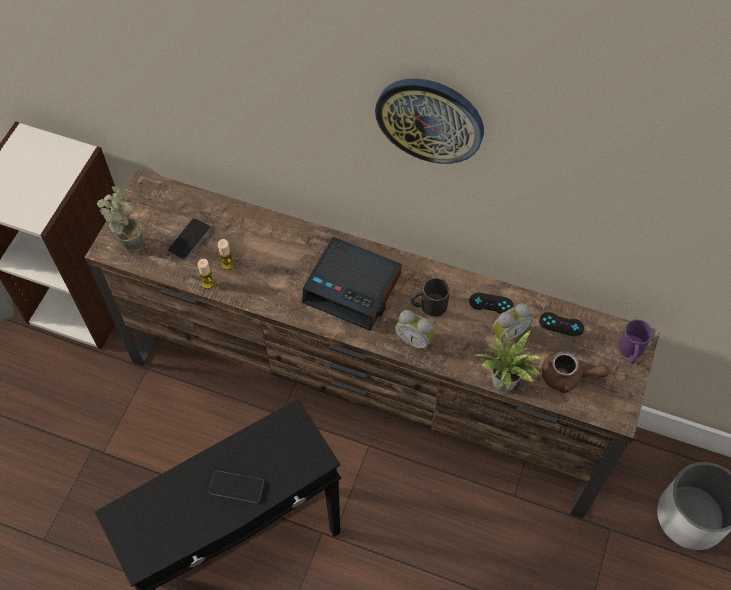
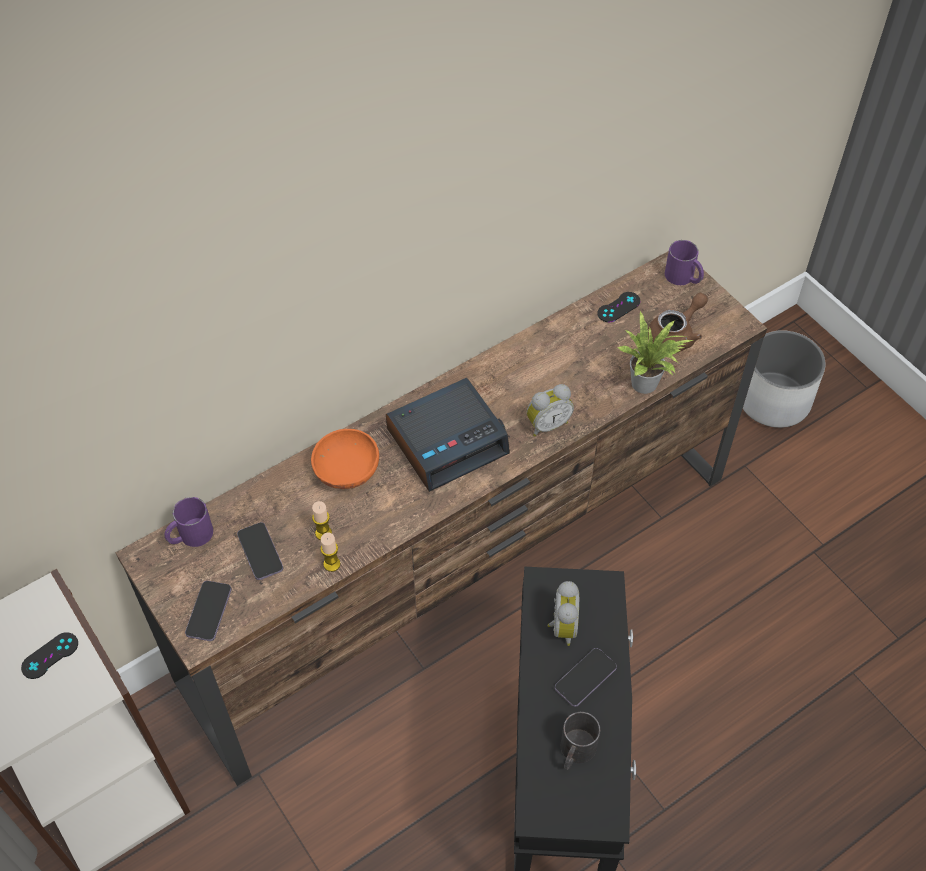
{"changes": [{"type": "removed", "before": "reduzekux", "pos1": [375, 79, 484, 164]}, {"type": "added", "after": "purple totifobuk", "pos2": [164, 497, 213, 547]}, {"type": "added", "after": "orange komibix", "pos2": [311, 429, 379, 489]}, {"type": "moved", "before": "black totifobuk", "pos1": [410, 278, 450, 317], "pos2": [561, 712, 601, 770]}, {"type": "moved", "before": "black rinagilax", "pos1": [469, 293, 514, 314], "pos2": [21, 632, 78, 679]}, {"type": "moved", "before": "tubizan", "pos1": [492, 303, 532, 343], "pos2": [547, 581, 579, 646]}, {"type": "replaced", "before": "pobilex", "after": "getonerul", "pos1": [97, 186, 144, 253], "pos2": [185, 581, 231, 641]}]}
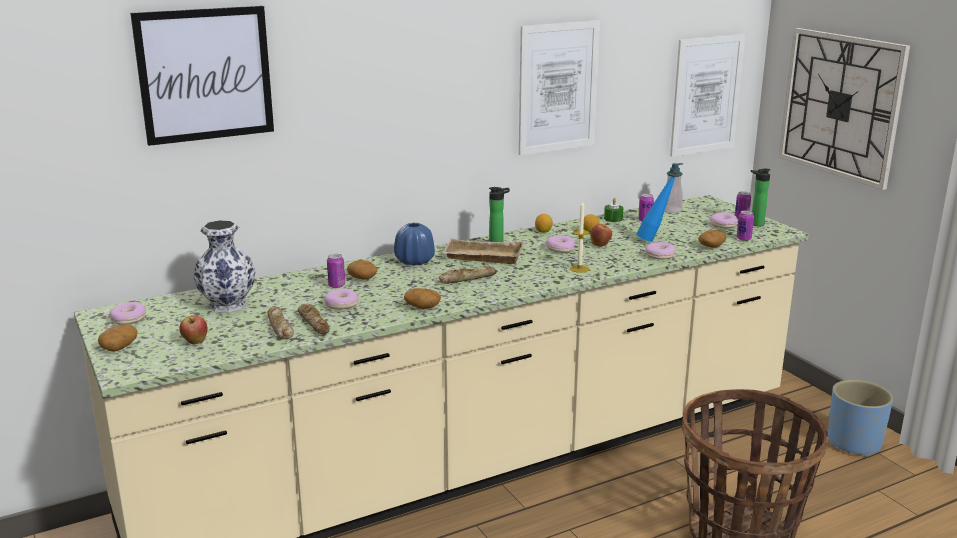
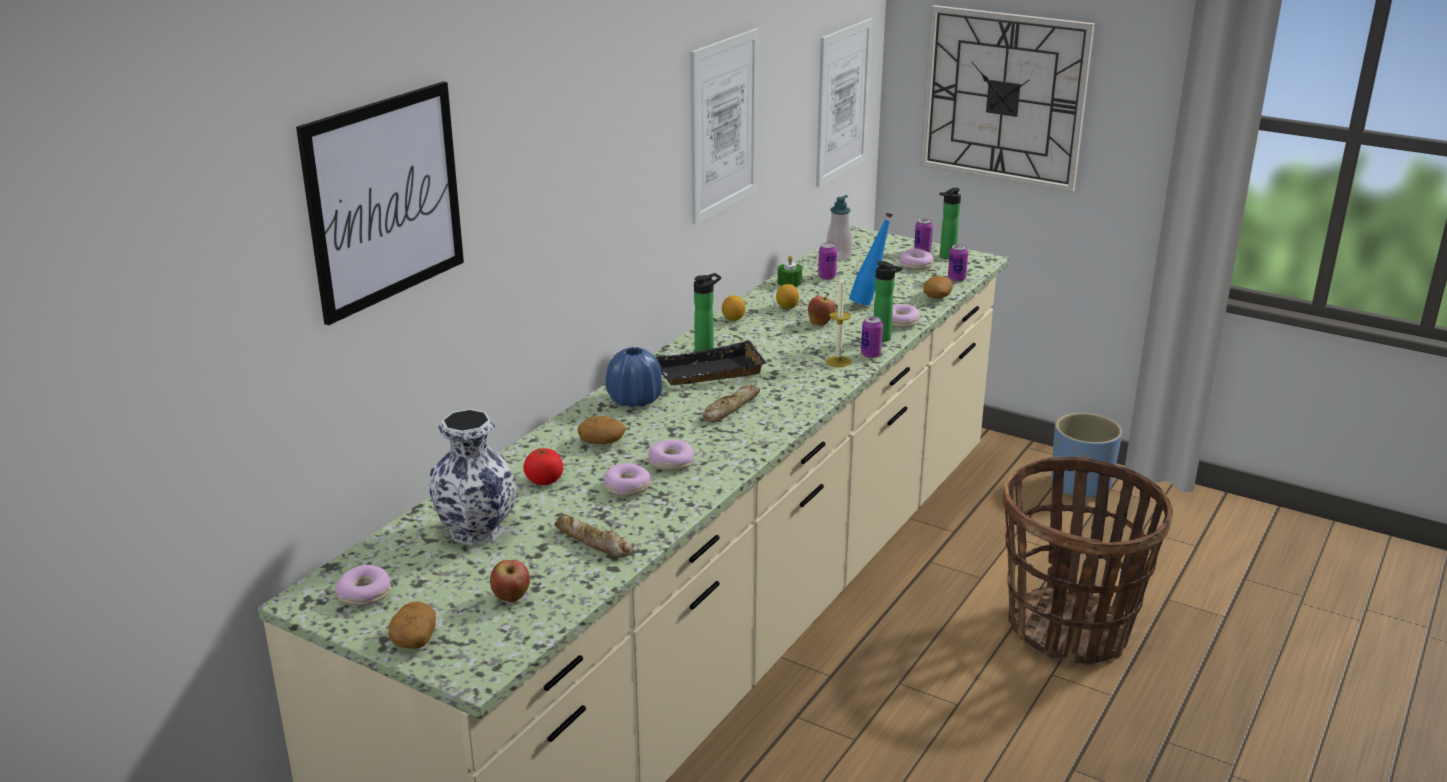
{"changes": [{"type": "removed", "before": "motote", "pos1": [298, 304, 330, 334]}, {"type": "removed", "before": "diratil", "pos1": [404, 288, 441, 309]}, {"type": "added", "after": "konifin", "pos2": [523, 448, 563, 485]}, {"type": "added", "after": "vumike", "pos2": [873, 261, 903, 342]}, {"type": "moved", "before": "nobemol", "pos1": [327, 254, 345, 288], "pos2": [861, 316, 883, 358]}, {"type": "moved", "before": "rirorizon", "pos1": [546, 235, 575, 253], "pos2": [648, 440, 694, 471]}, {"type": "recoloured", "before": "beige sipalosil", "after": "black sipalosil", "pos1": [442, 238, 524, 264], "pos2": [655, 340, 767, 385]}]}
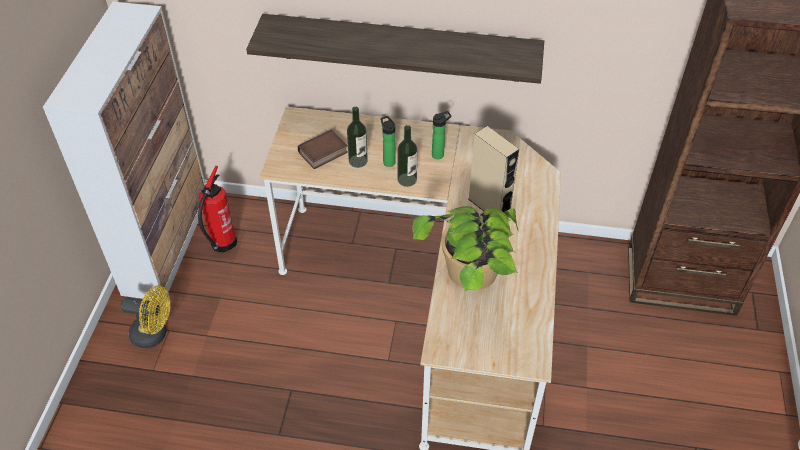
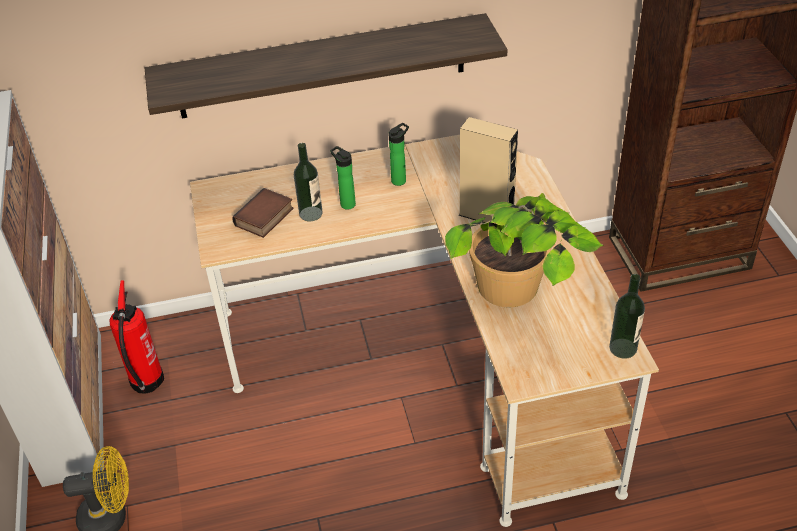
{"changes": [{"type": "moved", "before": "vumike", "pos1": [397, 125, 418, 187], "pos2": [609, 274, 645, 359]}]}
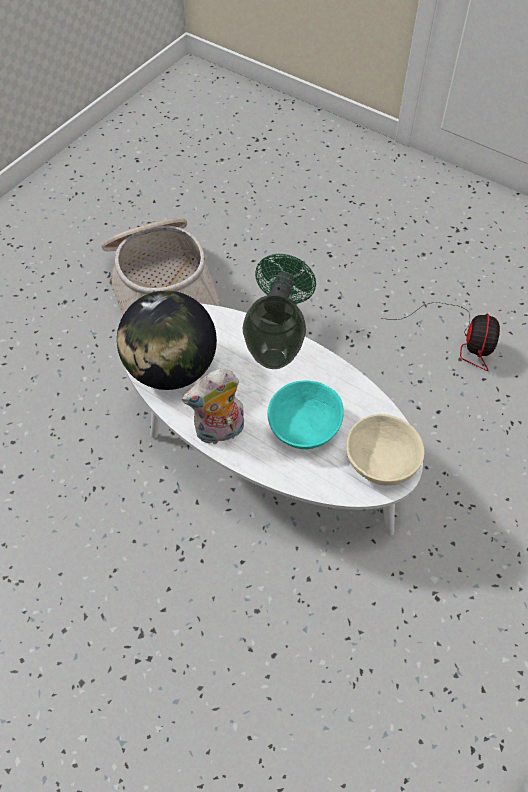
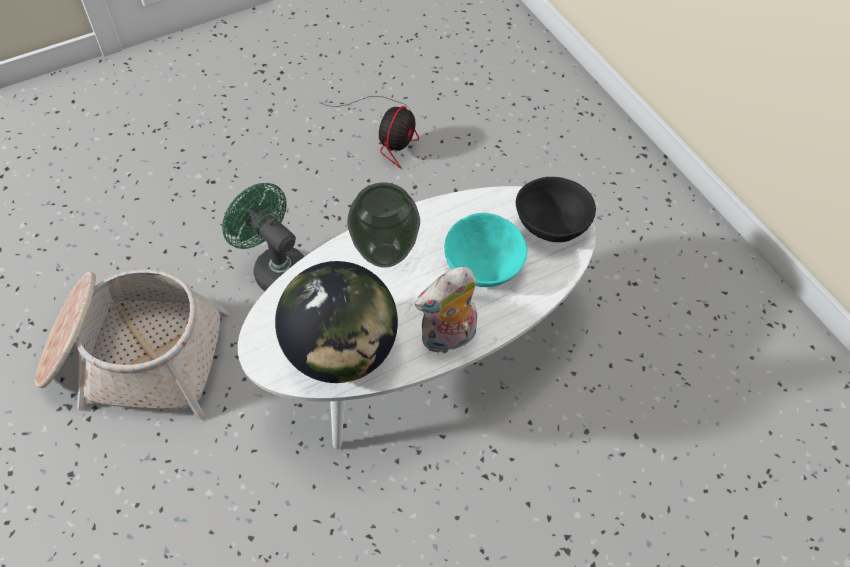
{"changes": [{"type": "recoloured", "before": "beige komibix", "after": "black komibix", "pos1": [346, 414, 425, 486], "pos2": [516, 177, 596, 242]}, {"type": "turned", "before": "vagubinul", "pos1": [182, 368, 244, 444], "pos2": [415, 267, 477, 353], "turn": 60}, {"type": "turned", "before": "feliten", "pos1": [383, 302, 500, 371], "pos2": [318, 96, 419, 169], "turn": 75}]}
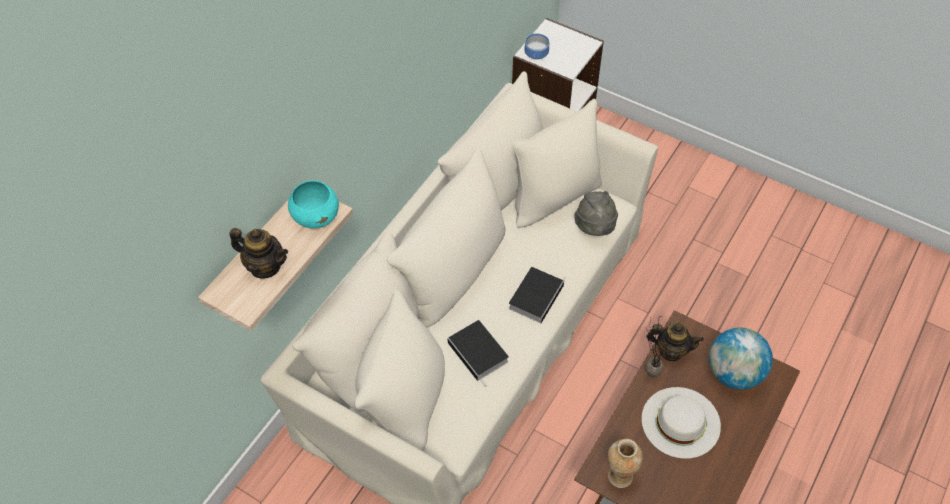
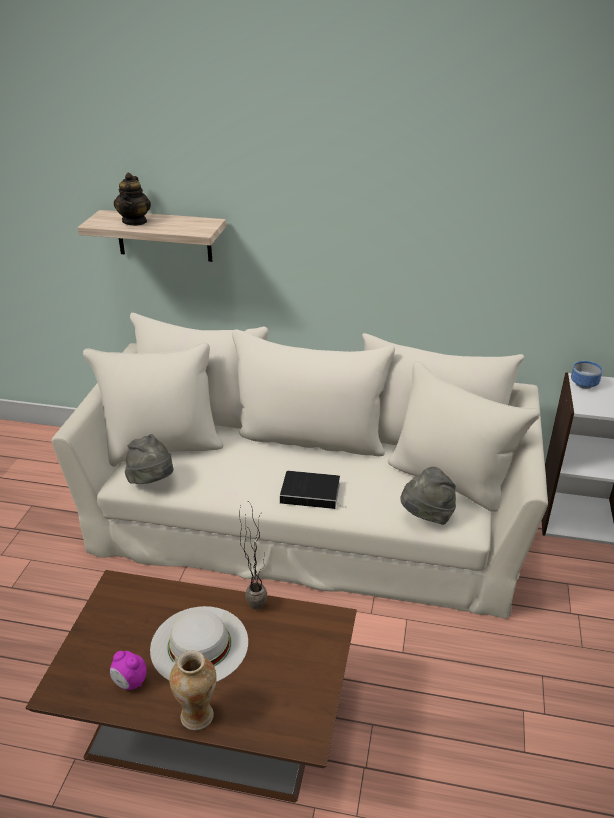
{"changes": [{"type": "removed", "before": "turquoise komibix", "pos1": [288, 180, 339, 228]}, {"type": "removed", "before": "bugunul", "pos1": [447, 320, 509, 387]}, {"type": "removed", "before": "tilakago", "pos1": [646, 323, 704, 361]}, {"type": "removed", "before": "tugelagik", "pos1": [709, 328, 773, 390]}, {"type": "added", "after": "tubizan", "pos2": [110, 651, 147, 690]}, {"type": "added", "after": "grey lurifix", "pos2": [125, 434, 174, 484]}, {"type": "moved", "before": "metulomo", "pos1": [607, 439, 643, 488], "pos2": [169, 650, 217, 730]}]}
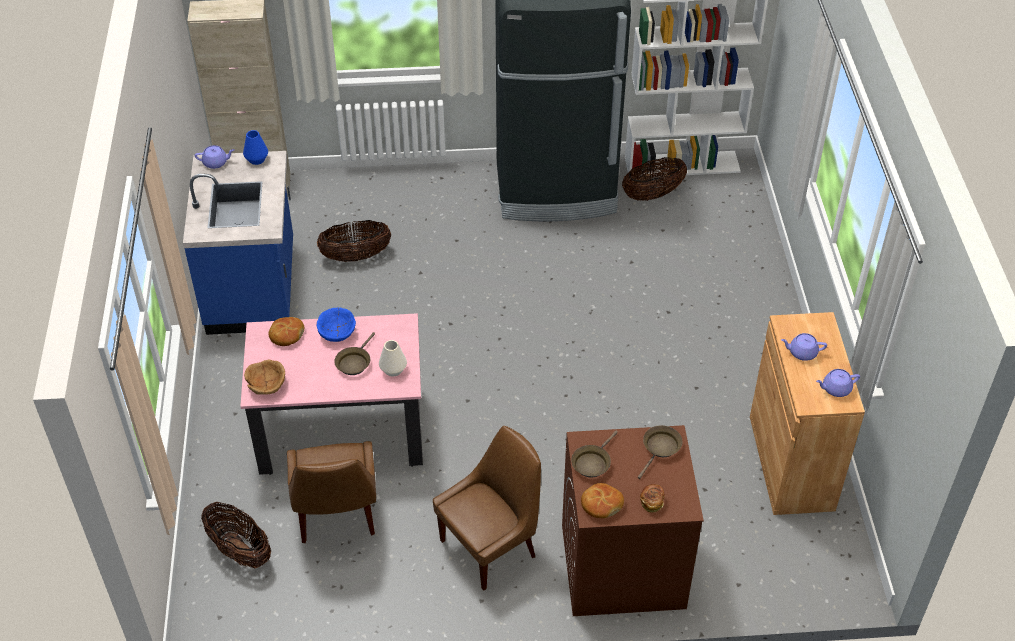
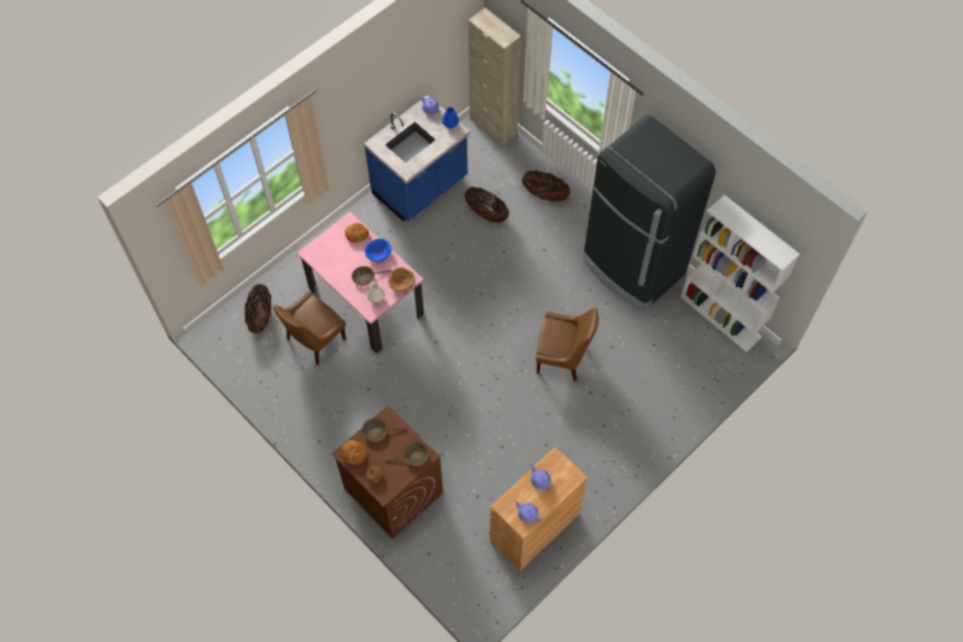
{"changes": [{"type": "moved", "before": "brown komibix", "pos1": [244, 360, 285, 395], "pos2": [388, 267, 415, 292]}, {"type": "moved", "before": "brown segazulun", "pos1": [433, 426, 541, 591], "pos2": [536, 308, 599, 382]}, {"type": "moved", "before": "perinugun", "pos1": [622, 157, 687, 201], "pos2": [522, 170, 570, 202]}]}
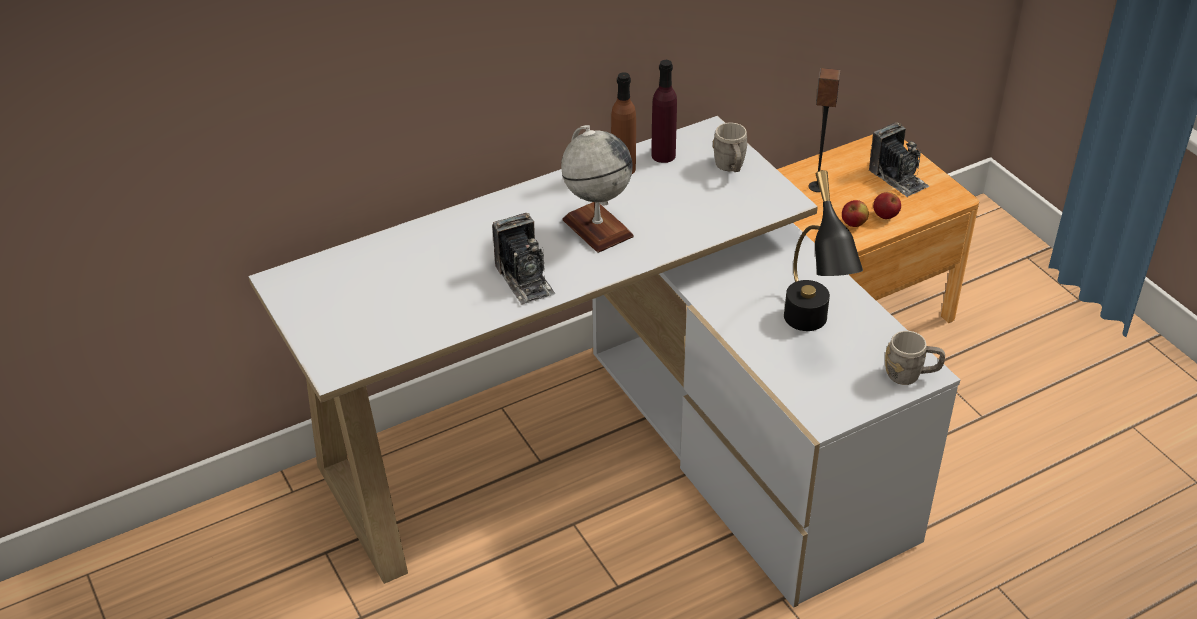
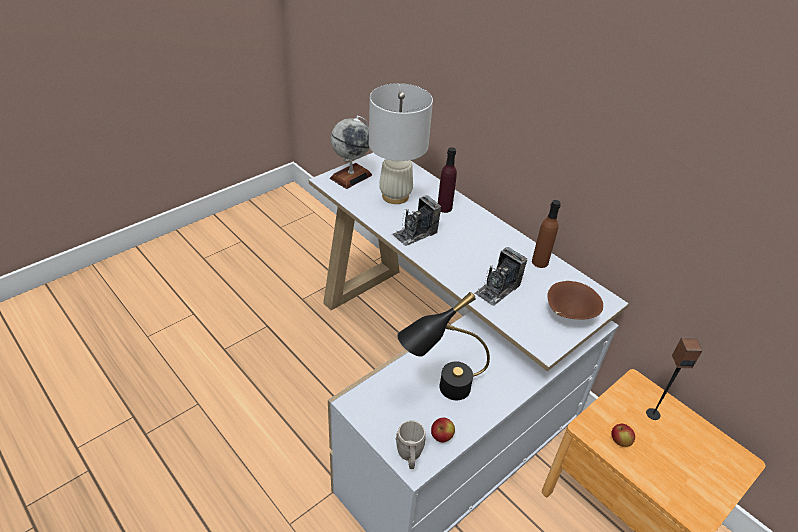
{"changes": [{"type": "added", "after": "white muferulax", "pos2": [369, 83, 433, 204]}, {"type": "moved", "before": "tugelagik", "pos1": [561, 125, 634, 253], "pos2": [330, 116, 372, 189]}, {"type": "moved", "before": "purple vumike", "pos1": [651, 60, 677, 163], "pos2": [438, 147, 457, 213]}, {"type": "moved", "before": "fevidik", "pos1": [869, 122, 929, 197], "pos2": [474, 247, 527, 306]}, {"type": "moved", "before": "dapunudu", "pos1": [873, 192, 901, 219], "pos2": [431, 418, 455, 442]}, {"type": "replaced", "before": "grey totifobuk", "after": "brown komibix", "pos1": [713, 123, 747, 172], "pos2": [547, 281, 603, 320]}]}
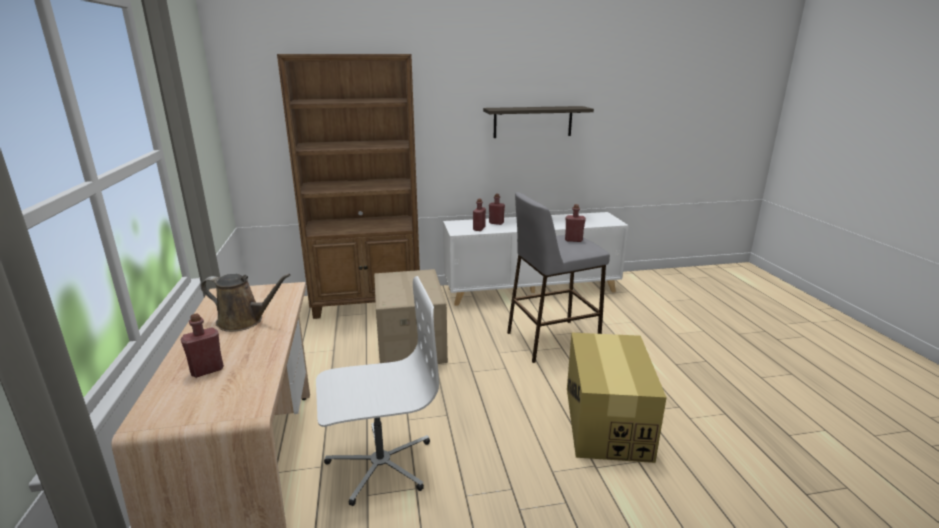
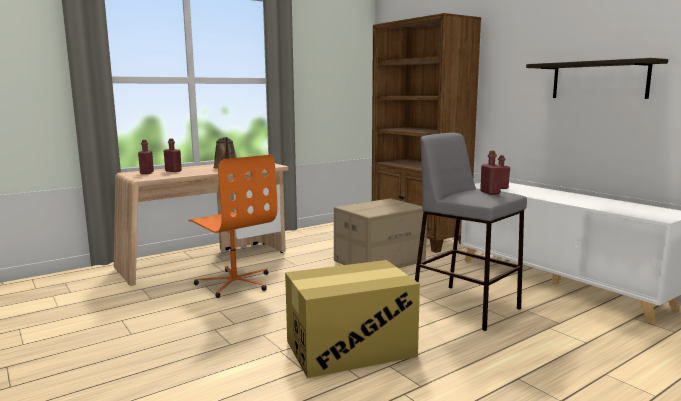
{"changes": [{"type": "moved", "before": "red vumike", "pos1": [489, 194, 505, 225], "pos2": [138, 140, 154, 174]}, {"type": "recoloured", "before": "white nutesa", "after": "orange nutesa", "pos1": [316, 276, 439, 506], "pos2": [188, 155, 278, 298]}]}
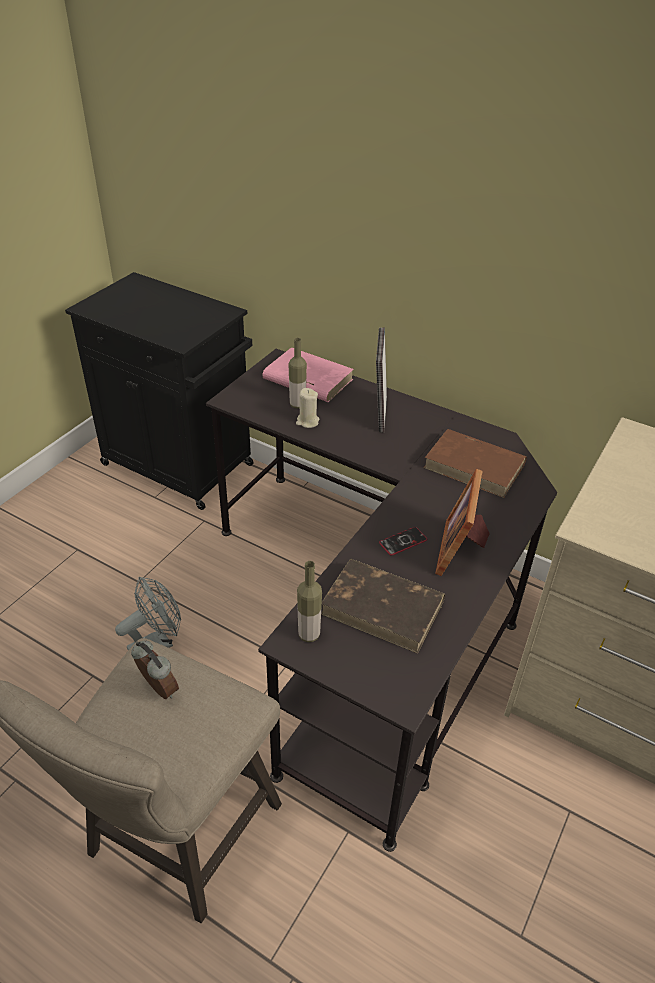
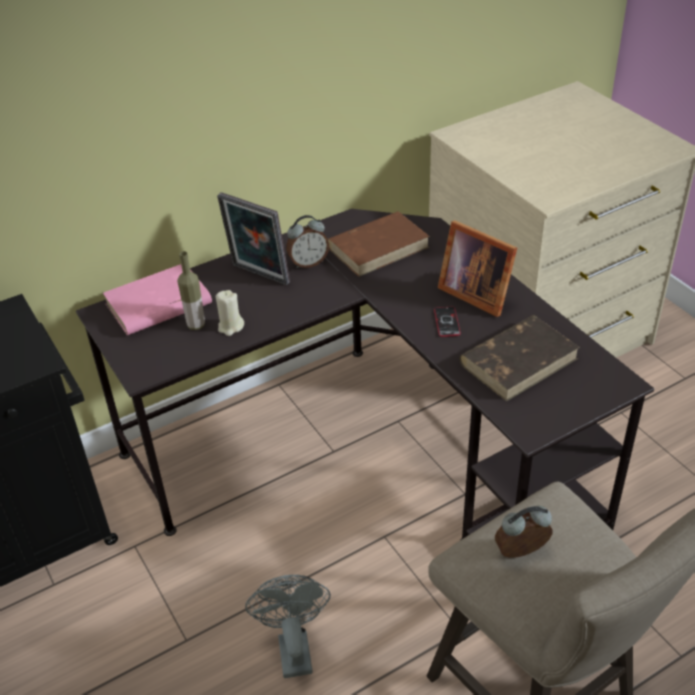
{"changes": [{"type": "removed", "before": "vumike", "pos1": [297, 561, 322, 642]}, {"type": "added", "after": "tubizan", "pos2": [286, 215, 329, 268]}]}
